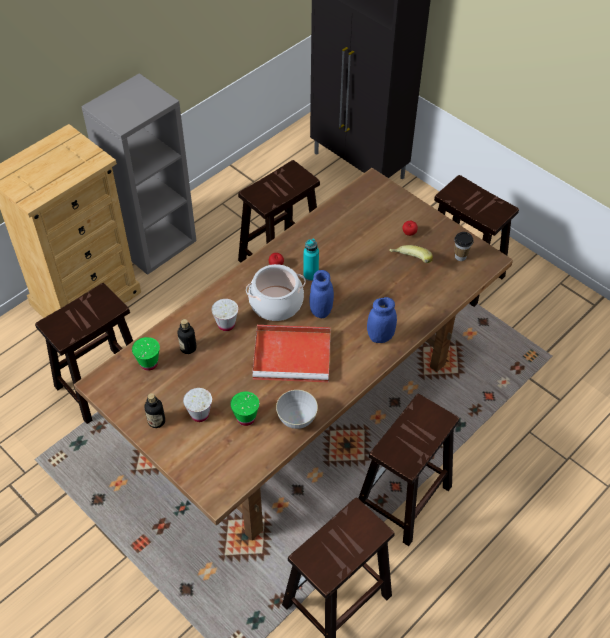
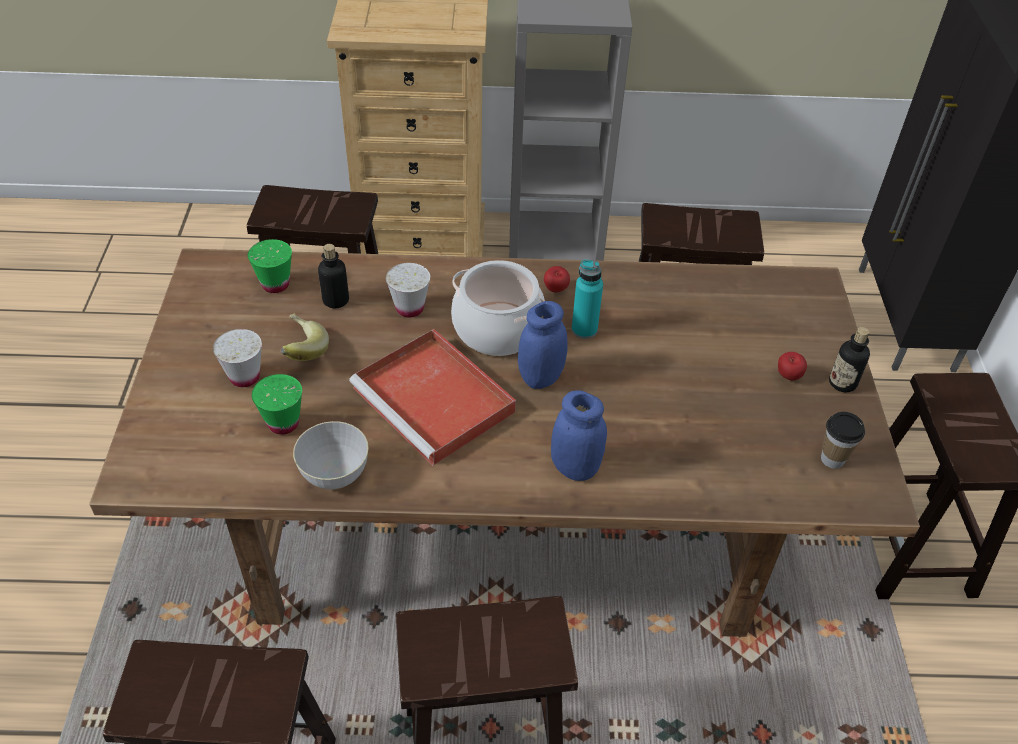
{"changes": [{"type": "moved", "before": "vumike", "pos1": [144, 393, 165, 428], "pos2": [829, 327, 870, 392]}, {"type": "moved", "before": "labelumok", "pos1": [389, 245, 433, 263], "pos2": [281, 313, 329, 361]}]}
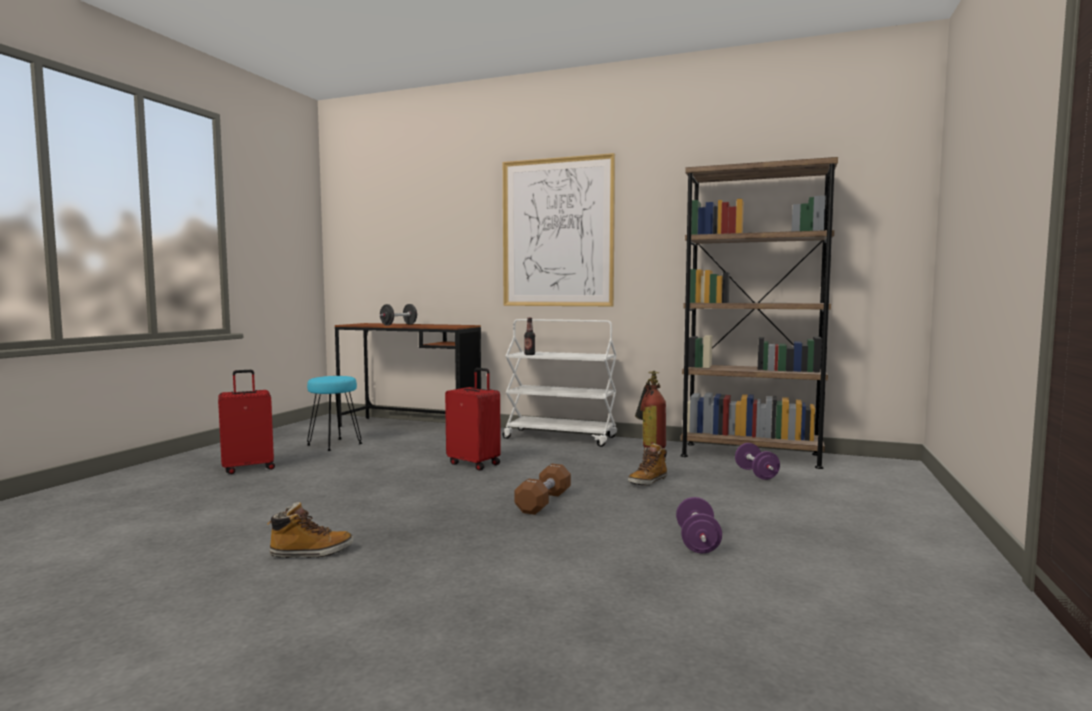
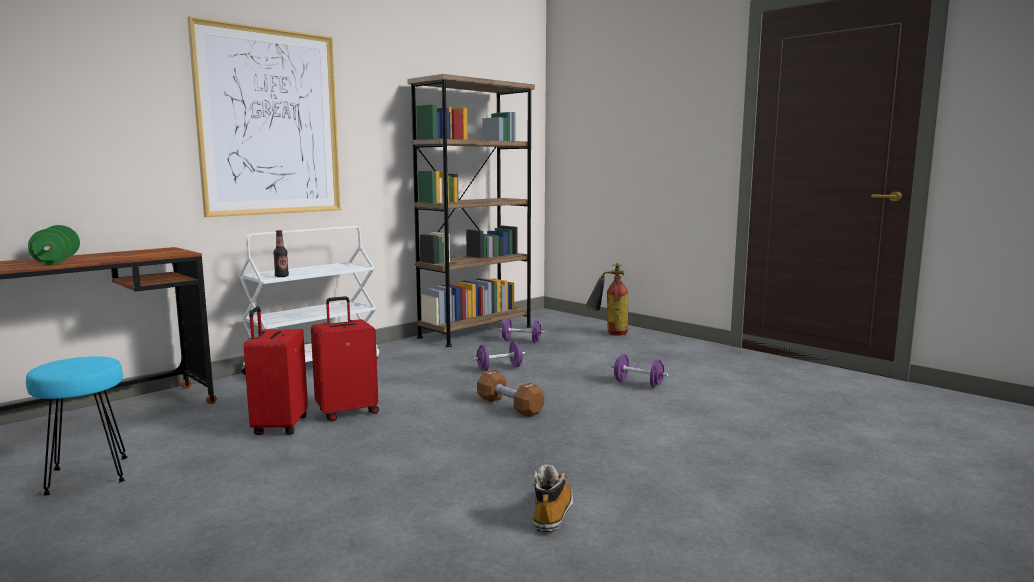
{"changes": [{"type": "moved", "before": "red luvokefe", "pos1": [218, 370, 275, 474], "pos2": [244, 307, 308, 435]}, {"type": "moved", "before": "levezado", "pos1": [635, 371, 666, 449], "pos2": [585, 263, 628, 336]}, {"type": "replaced", "before": "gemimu", "after": "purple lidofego", "pos1": [628, 443, 667, 486], "pos2": [473, 342, 525, 371]}, {"type": "recoloured", "before": "black lidofego", "after": "green lidofego", "pos1": [379, 304, 417, 326], "pos2": [28, 225, 80, 265]}]}
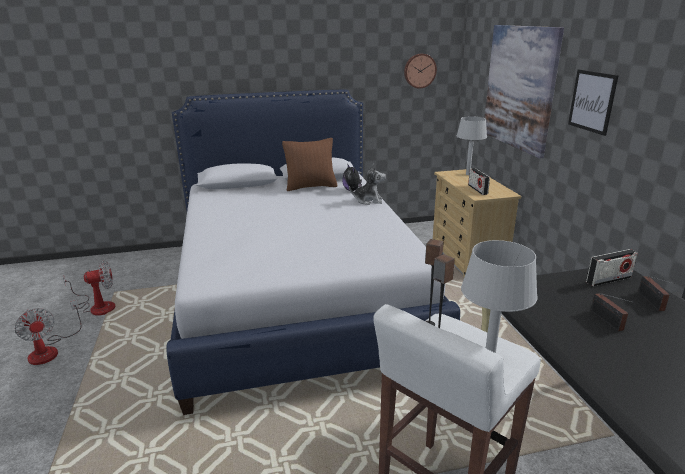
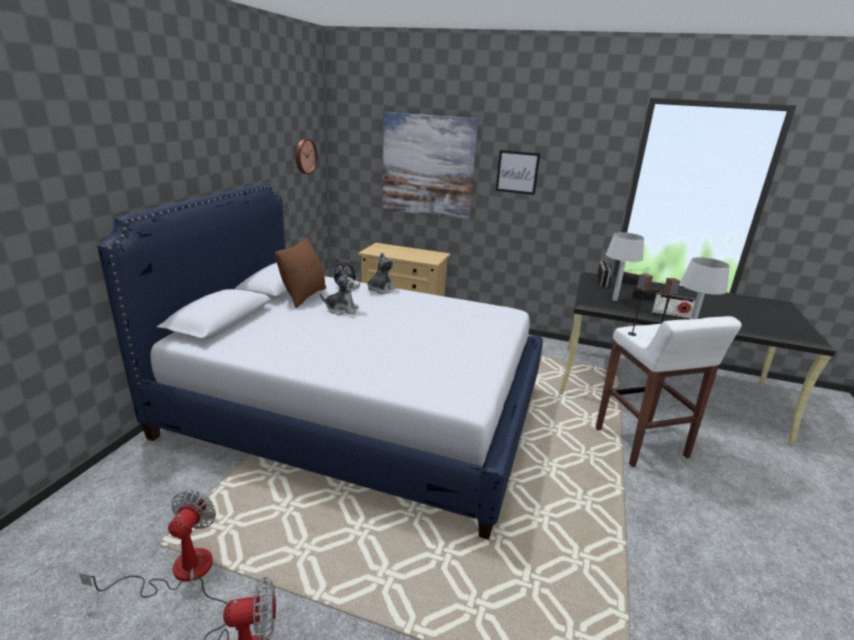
{"changes": [{"type": "added", "after": "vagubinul", "pos2": [320, 270, 360, 315]}, {"type": "moved", "before": "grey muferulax", "pos1": [457, 116, 487, 175], "pos2": [606, 232, 644, 301]}, {"type": "moved", "before": "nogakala", "pos1": [468, 168, 490, 195], "pos2": [651, 293, 696, 320]}]}
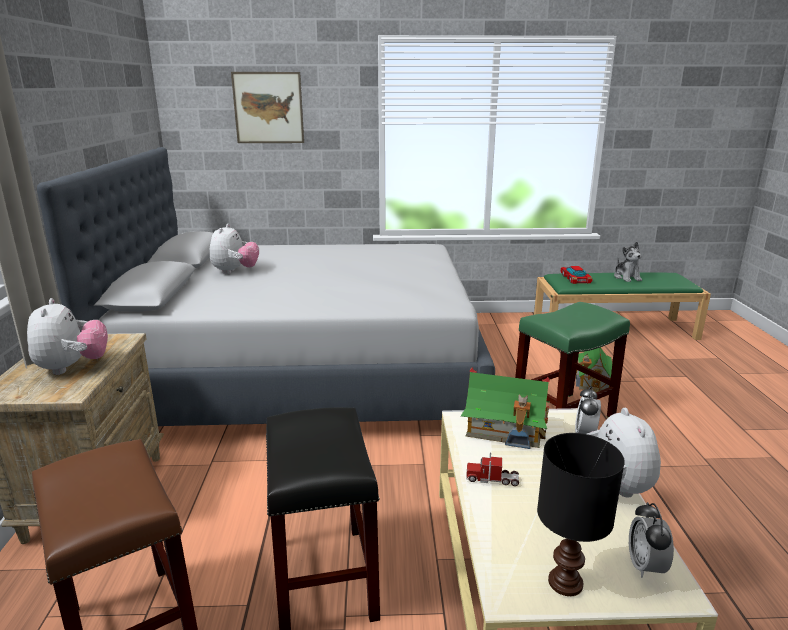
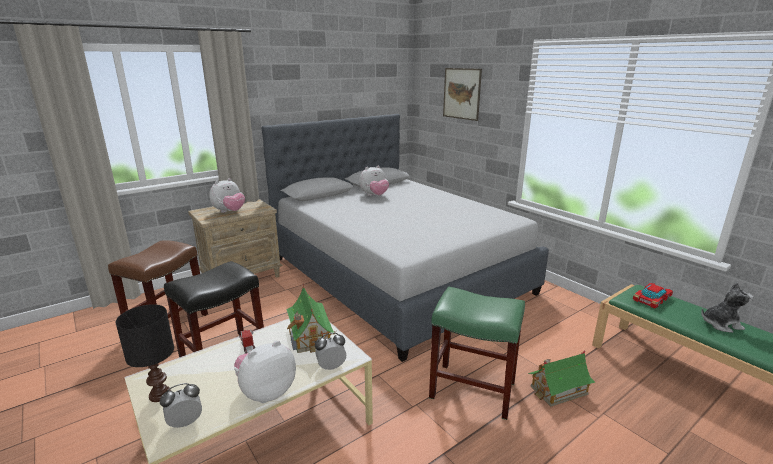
{"changes": [{"type": "turned", "before": "vagubinul", "pos1": [614, 242, 642, 282], "pos2": [701, 282, 754, 333], "turn": -135}]}
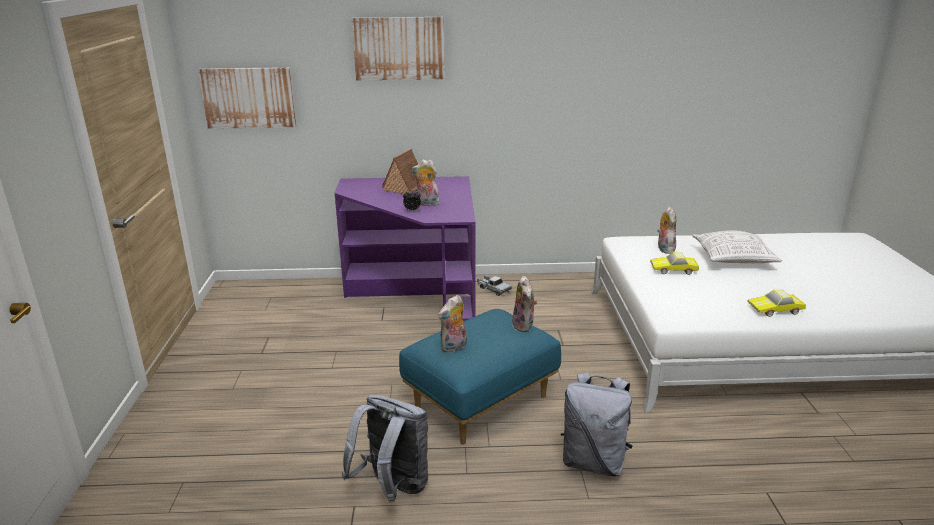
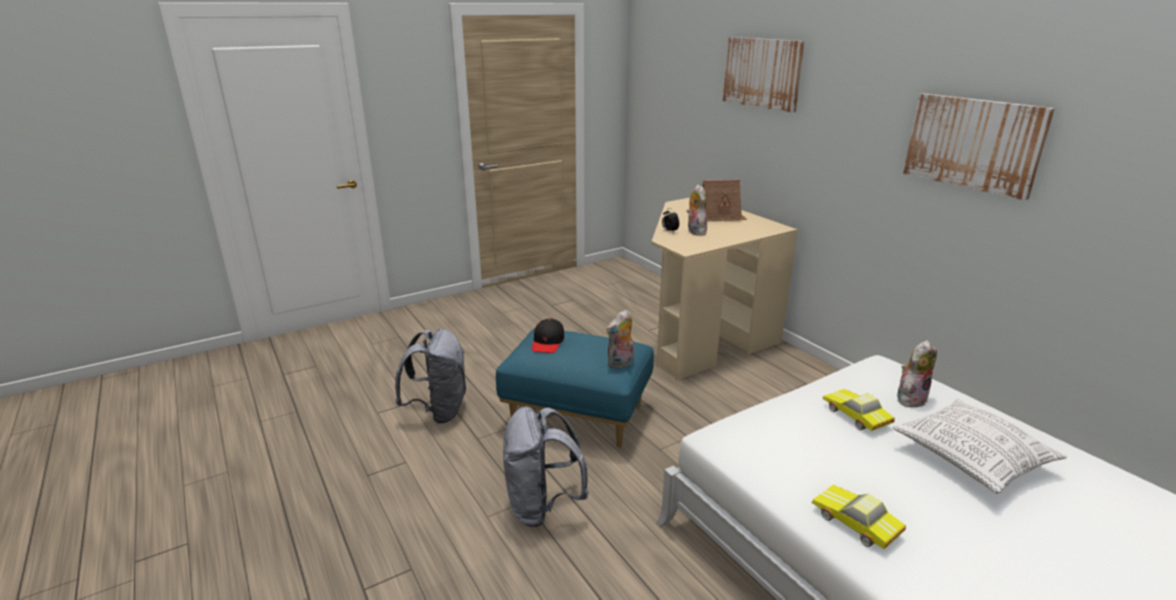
{"changes": [{"type": "removed", "before": "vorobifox", "pos1": [477, 275, 512, 296]}, {"type": "moved", "before": "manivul", "pos1": [198, 67, 296, 129], "pos2": [903, 93, 1055, 200]}, {"type": "replaced", "before": "vagubinul", "after": "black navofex", "pos1": [438, 295, 467, 353], "pos2": [532, 318, 564, 353]}, {"type": "recoloured", "before": "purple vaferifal", "after": "beige vaferifal", "pos1": [334, 176, 475, 321], "pos2": [652, 198, 798, 380]}]}
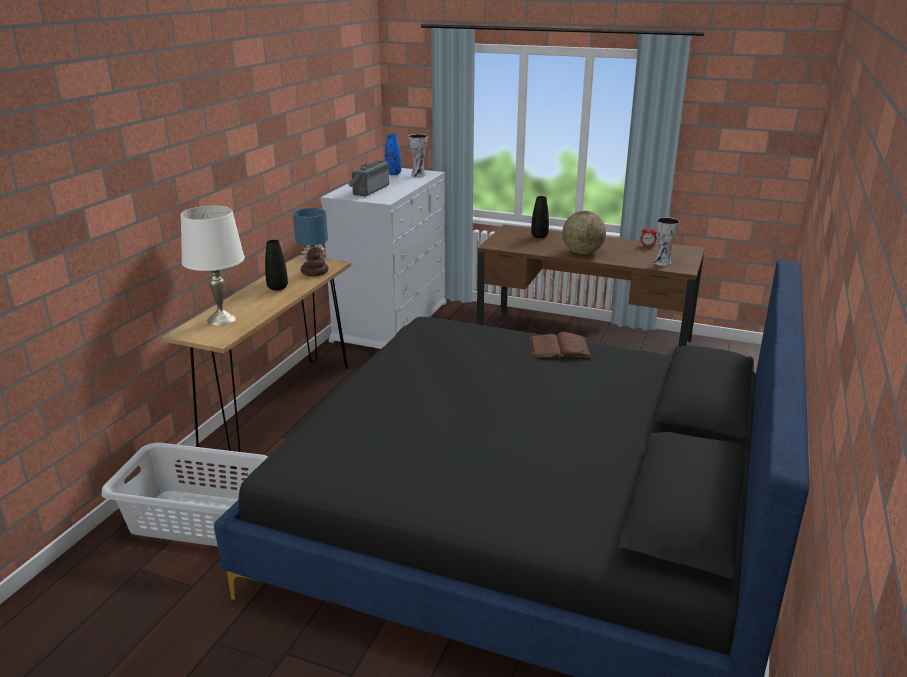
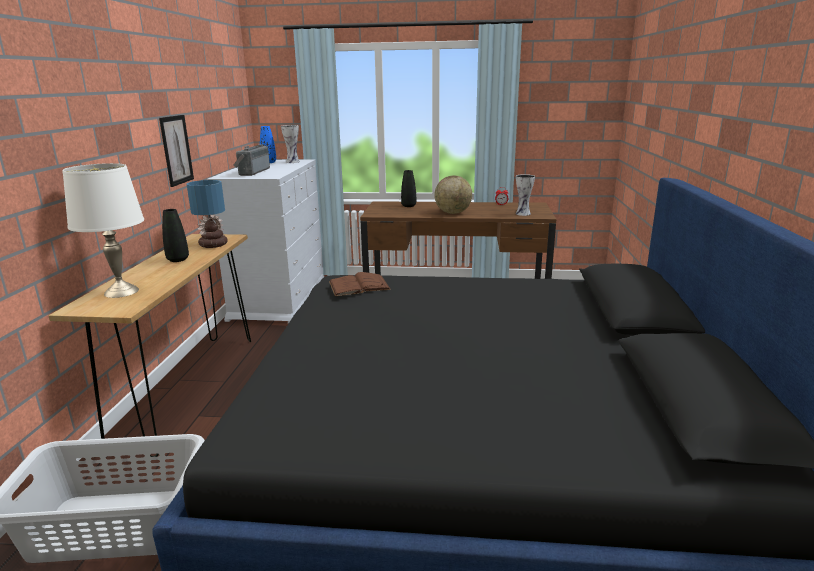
{"changes": [{"type": "added", "after": "manivul", "pos2": [159, 115, 194, 187]}, {"type": "moved", "before": "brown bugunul", "pos1": [529, 332, 591, 358], "pos2": [329, 272, 391, 296]}]}
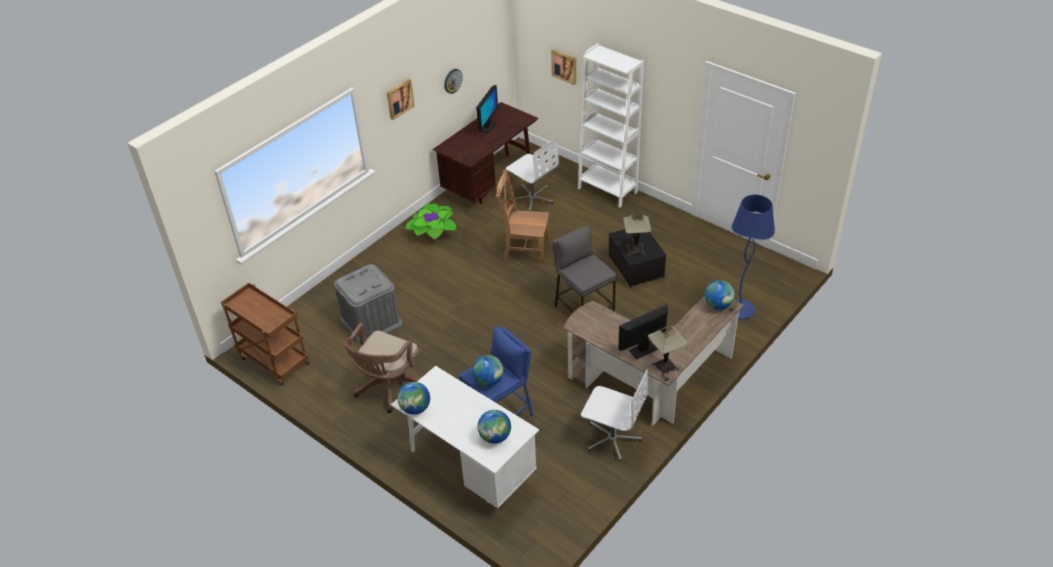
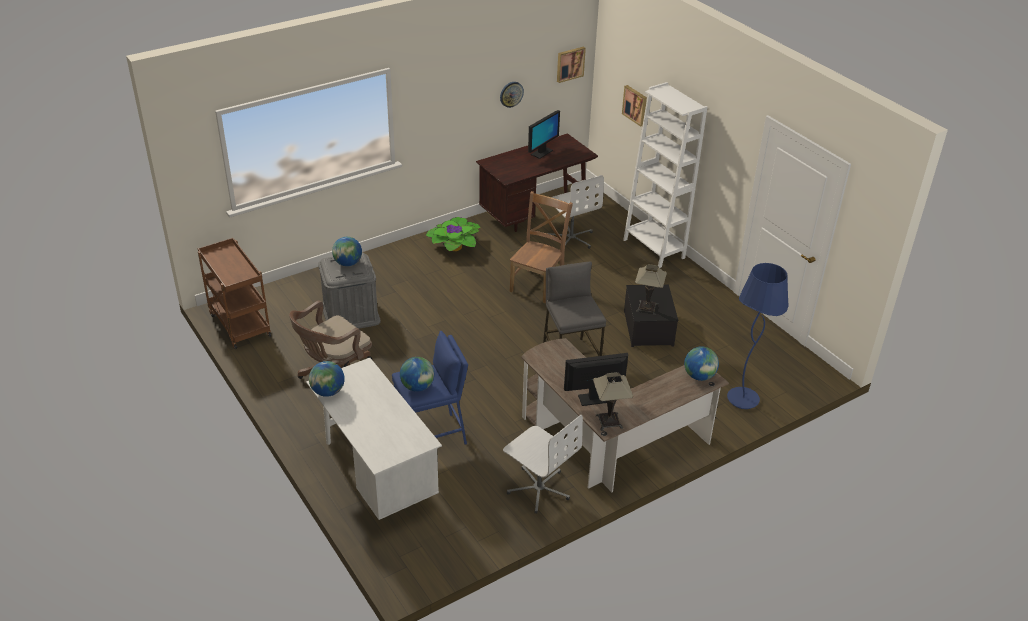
{"changes": [{"type": "moved", "before": "manivul", "pos1": [387, 79, 415, 120], "pos2": [557, 47, 586, 83]}, {"type": "moved", "before": "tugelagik", "pos1": [478, 410, 511, 444], "pos2": [332, 237, 362, 266]}, {"type": "turned", "before": "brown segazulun", "pos1": [496, 170, 549, 264], "pos2": [510, 191, 573, 303], "turn": 90}]}
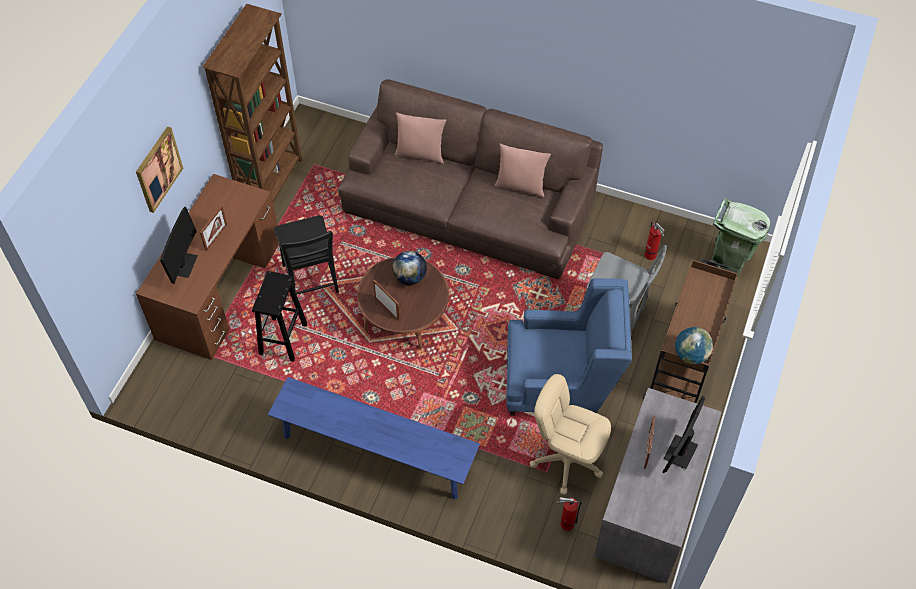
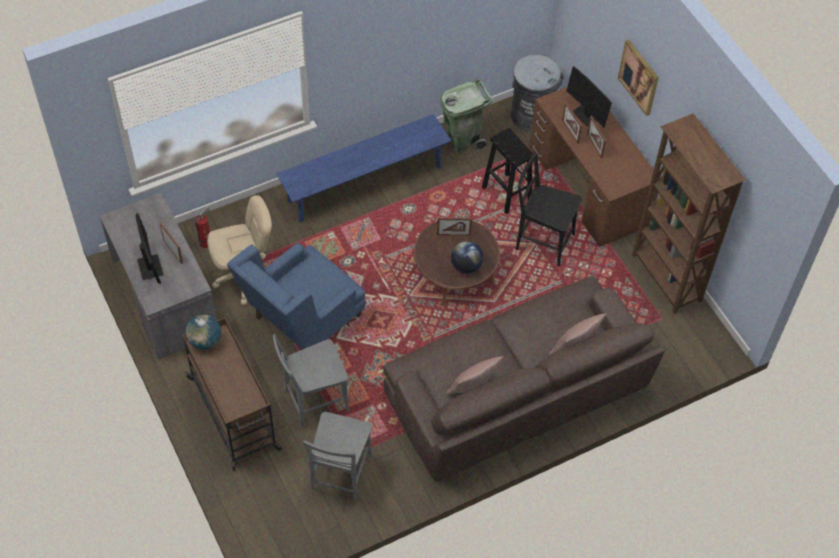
{"changes": [{"type": "added", "after": "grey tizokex", "pos2": [511, 54, 564, 132]}, {"type": "added", "after": "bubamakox", "pos2": [562, 102, 582, 144]}, {"type": "moved", "before": "green tizokex", "pos1": [705, 198, 771, 277], "pos2": [440, 78, 493, 154]}, {"type": "replaced", "before": "levezado", "after": "grey segazulun", "pos1": [644, 222, 664, 260], "pos2": [302, 412, 372, 501]}]}
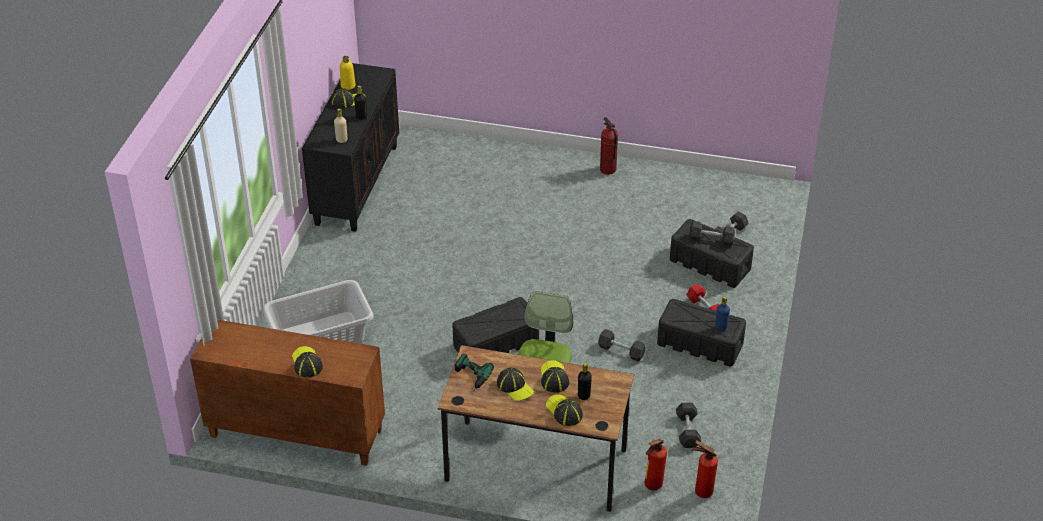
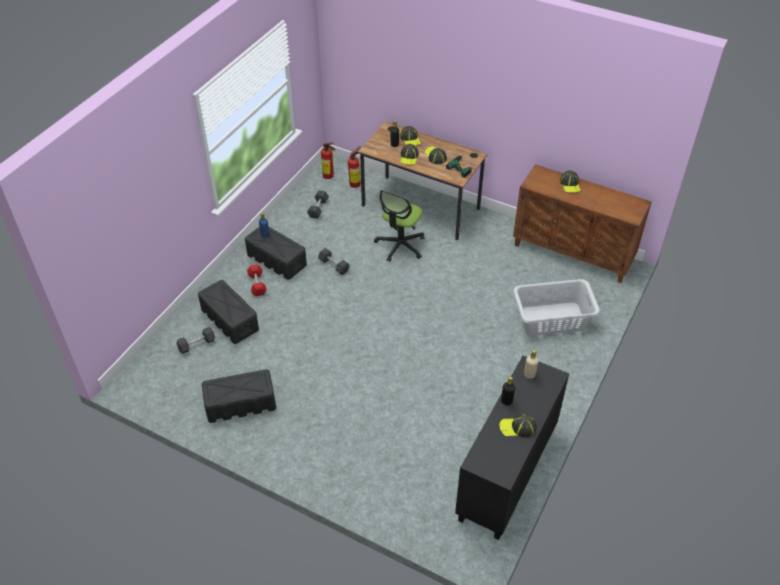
{"changes": [{"type": "removed", "before": "yellow vumike", "pos1": [340, 56, 356, 90]}, {"type": "removed", "before": "levezado", "pos1": [600, 117, 618, 175]}, {"type": "removed", "before": "grey lidofego", "pos1": [689, 221, 735, 246]}, {"type": "moved", "before": "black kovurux", "pos1": [452, 297, 539, 353], "pos2": [202, 369, 276, 423]}]}
